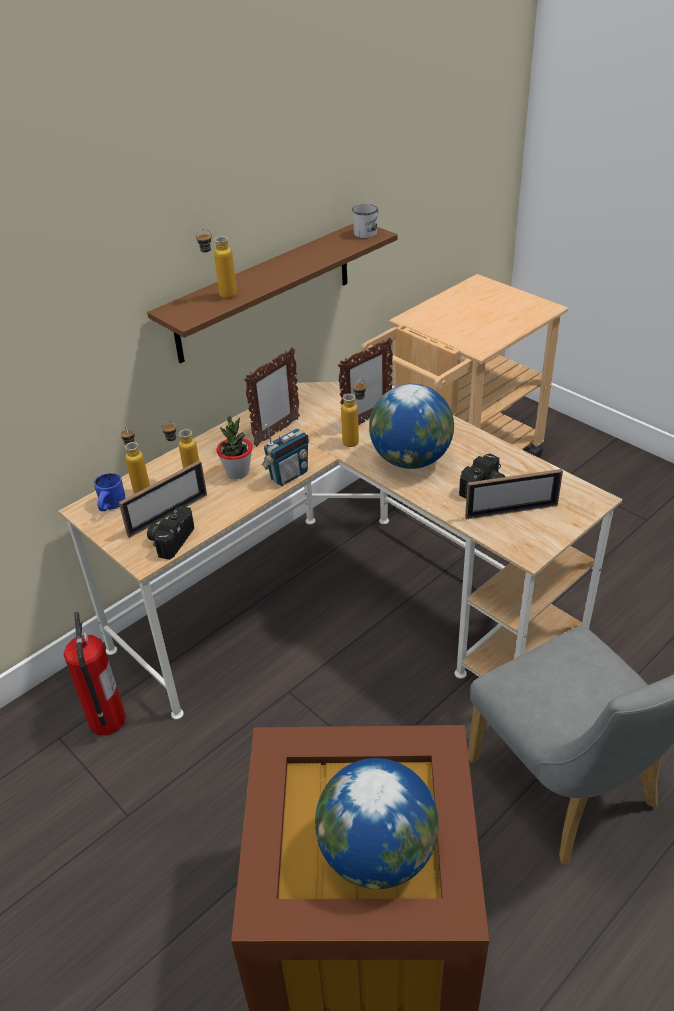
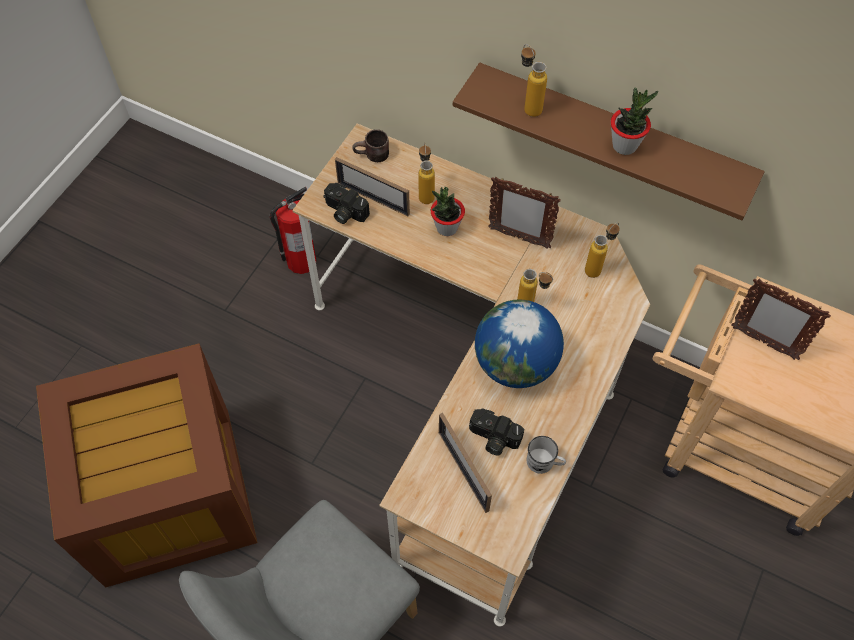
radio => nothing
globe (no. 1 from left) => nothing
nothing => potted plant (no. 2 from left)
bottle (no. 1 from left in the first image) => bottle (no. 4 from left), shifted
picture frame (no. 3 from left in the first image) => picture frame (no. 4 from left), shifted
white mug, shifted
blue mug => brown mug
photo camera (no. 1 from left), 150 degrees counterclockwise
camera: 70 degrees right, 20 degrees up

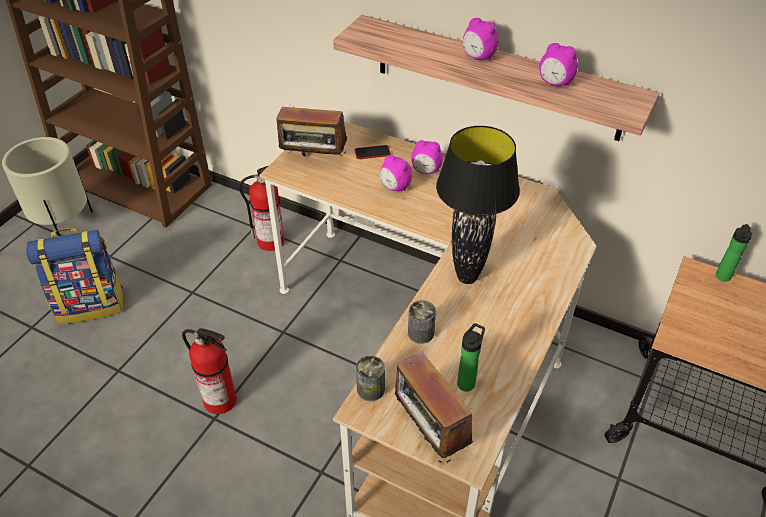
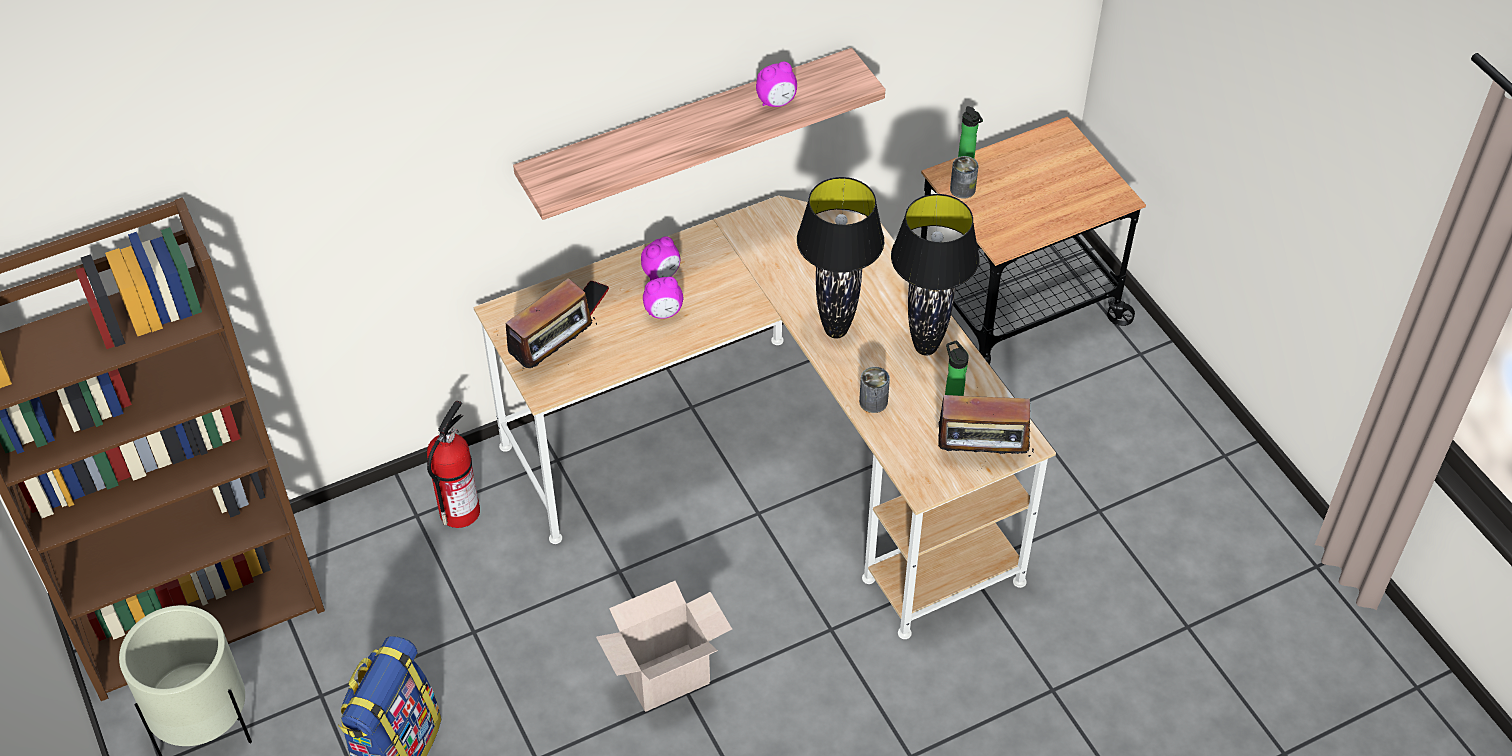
alarm clock (no. 3 from left) => nothing
nothing => black table lamp (no. 2 from left)
can (no. 1 from left in the first image) => can (no. 2 from left), shifted
fire extinguisher (no. 1 from left) => cardboard box
camera: 55 degrees left, 5 degrees up

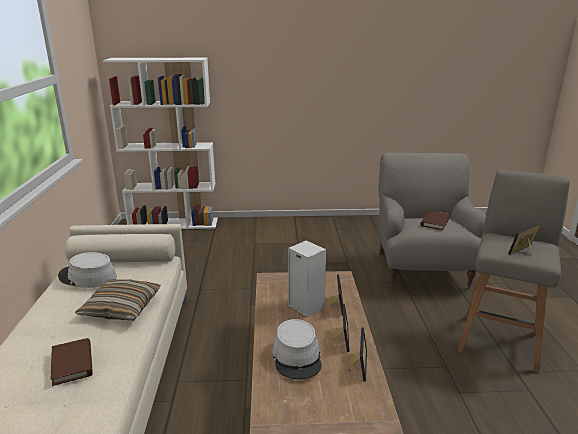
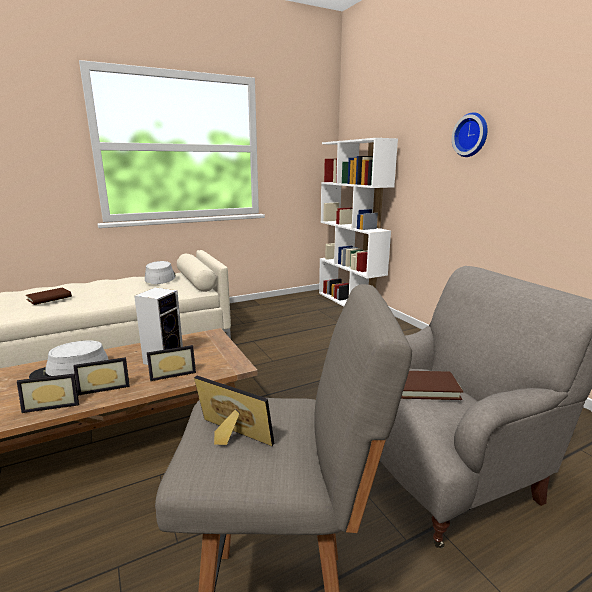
pillow => nothing
nothing => wall clock
camera: 65 degrees right, 5 degrees down

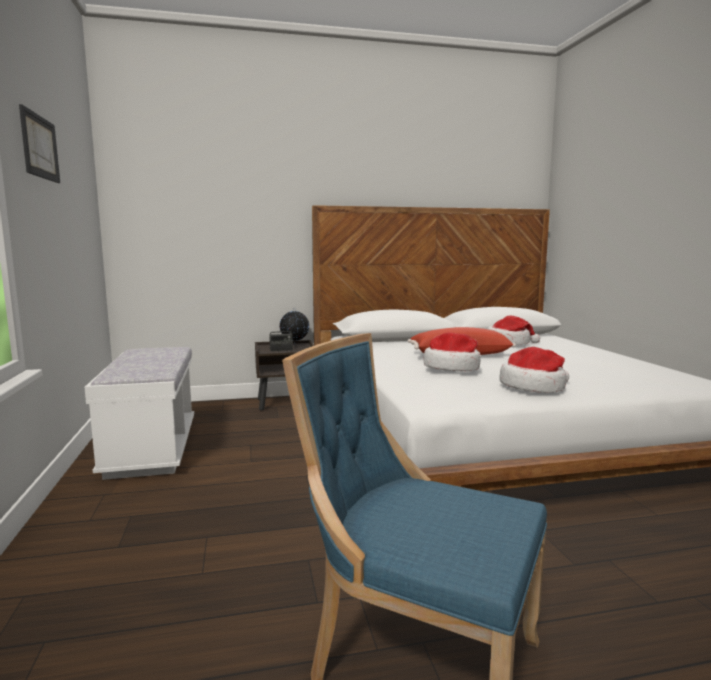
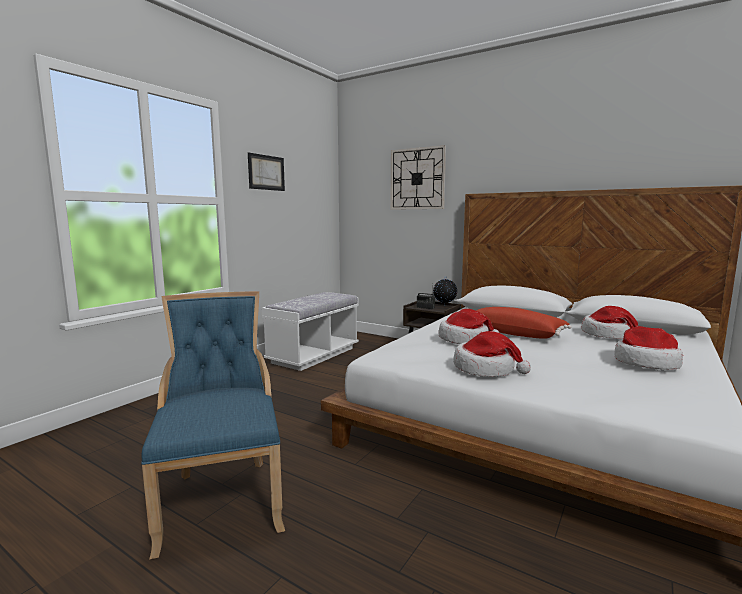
nothing => wall clock
nothing => hat (no. 4 from left)
camera: 45 degrees right, 0 degrees up

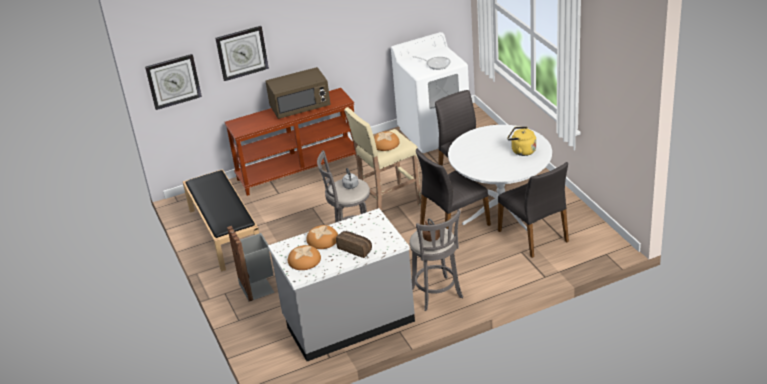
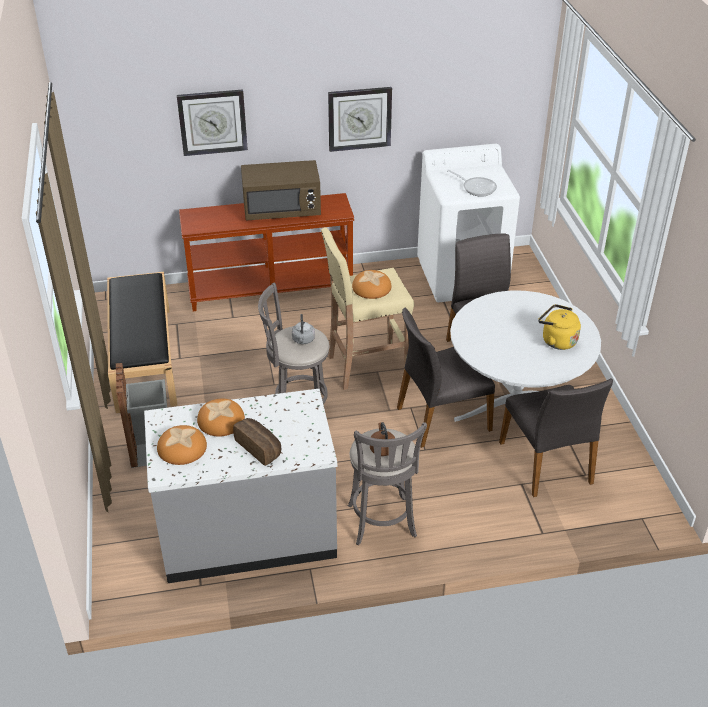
wall clock (no. 1 from left in the first image) => wall clock (no. 2 from left), shifted
camera: 10 degrees right, 5 degrees up

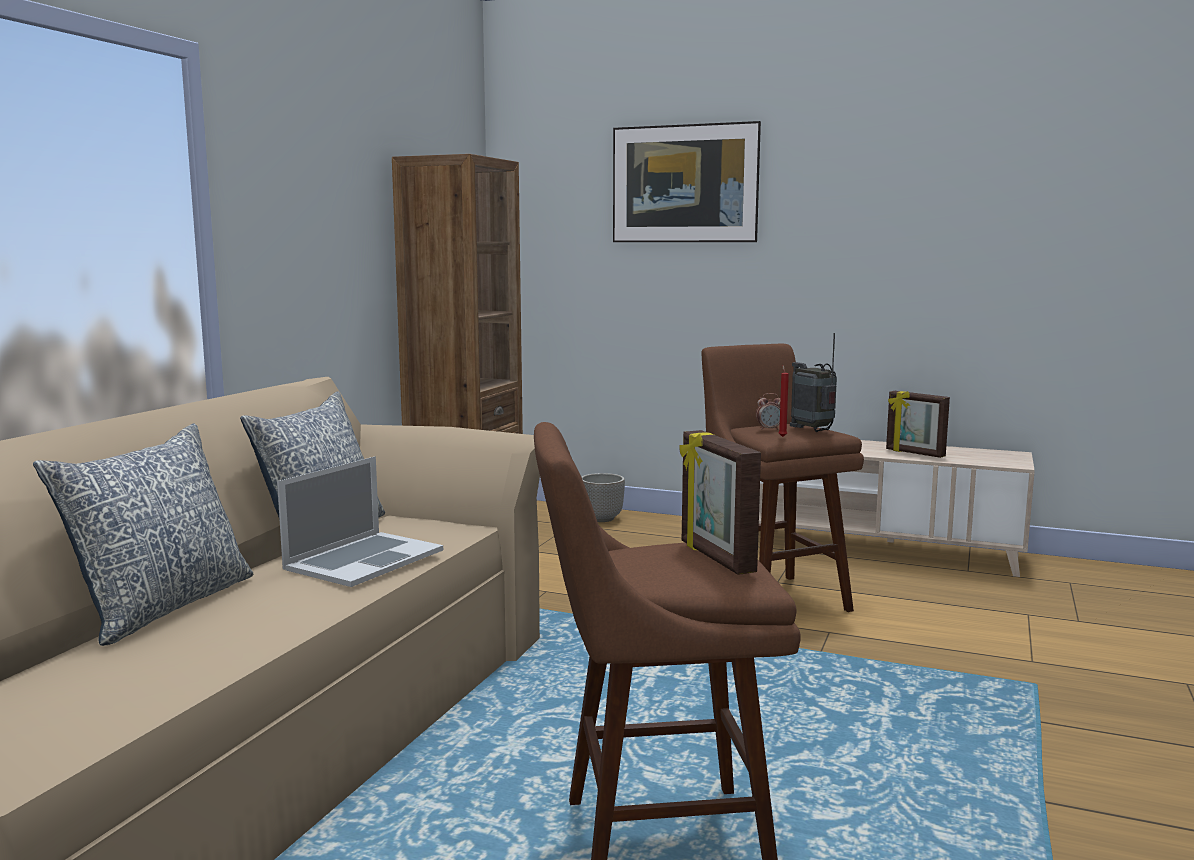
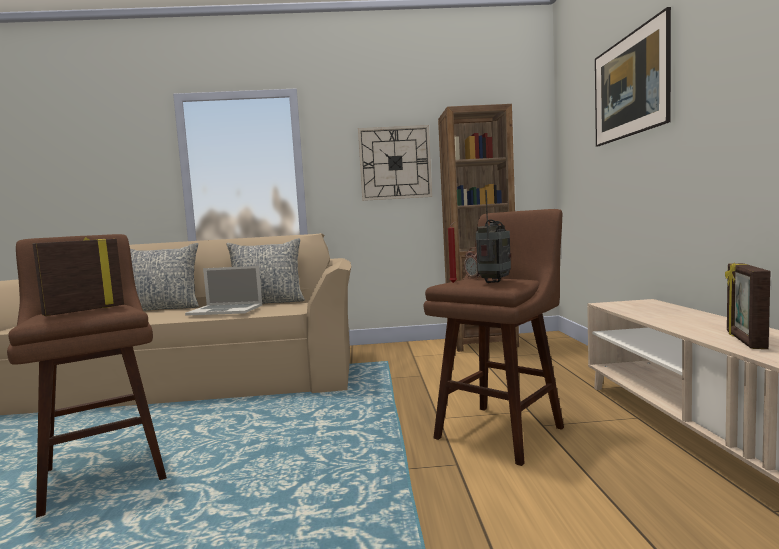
planter => nothing
nothing => wall clock
camera: 65 degrees right, 5 degrees down

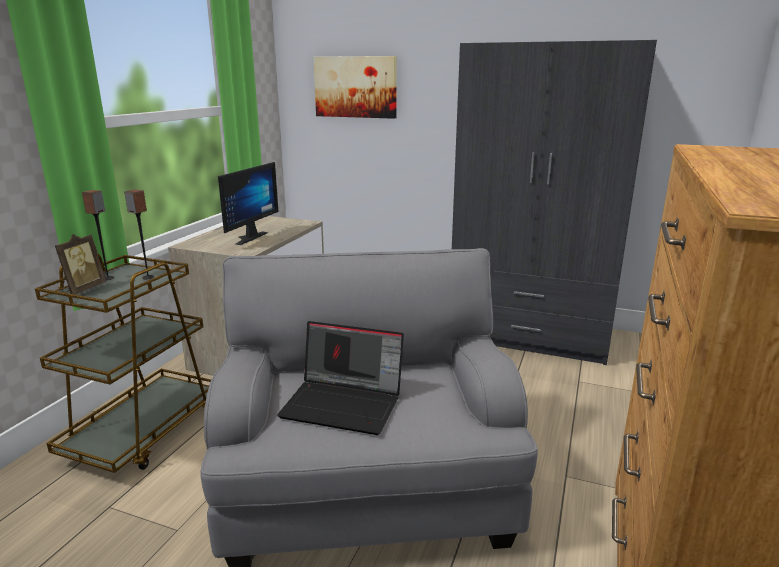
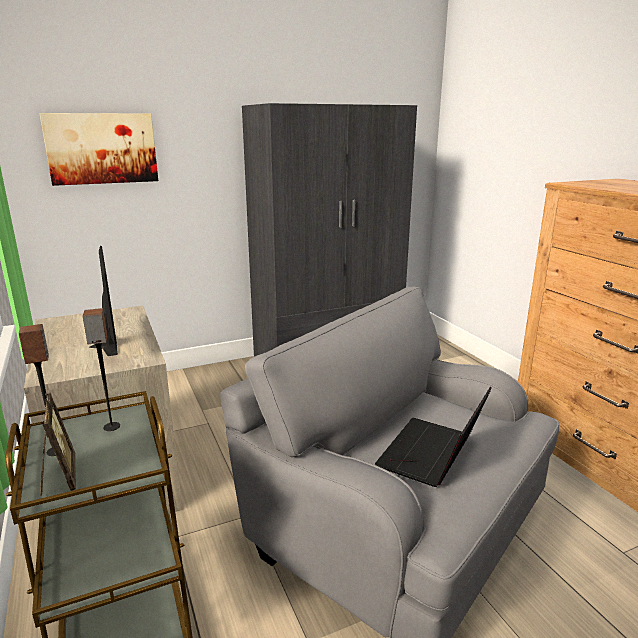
laptop, 150 degrees clockwise
camera: 45 degrees left, 0 degrees up

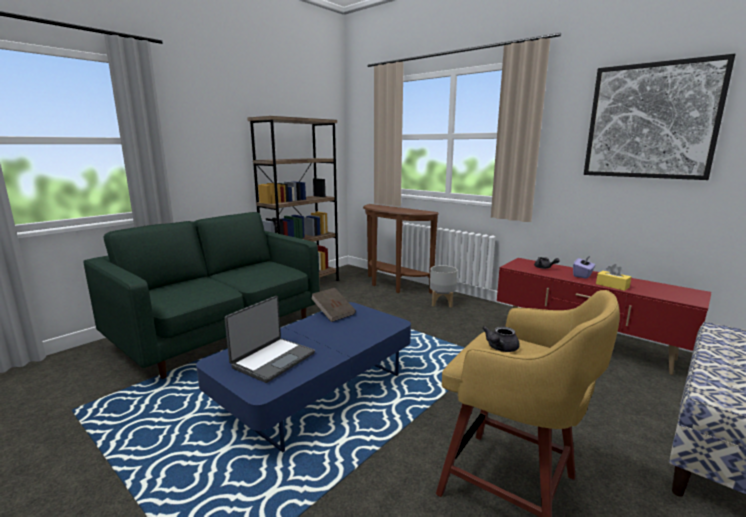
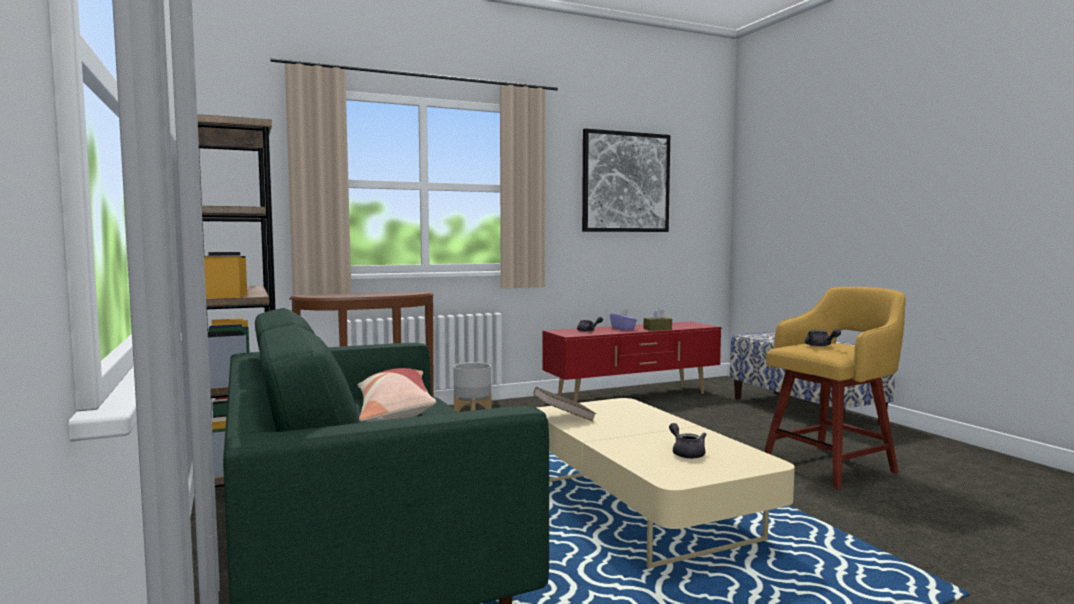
nothing => pillow
laptop => grey teapot (no. 2 from left)
blue coffee table => beige coffee table
yellow tissue box => brown tissue box
camera: 65 degrees left, 10 degrees down

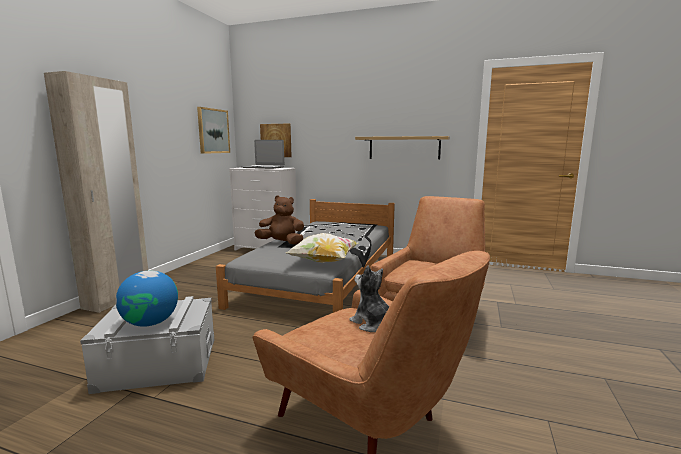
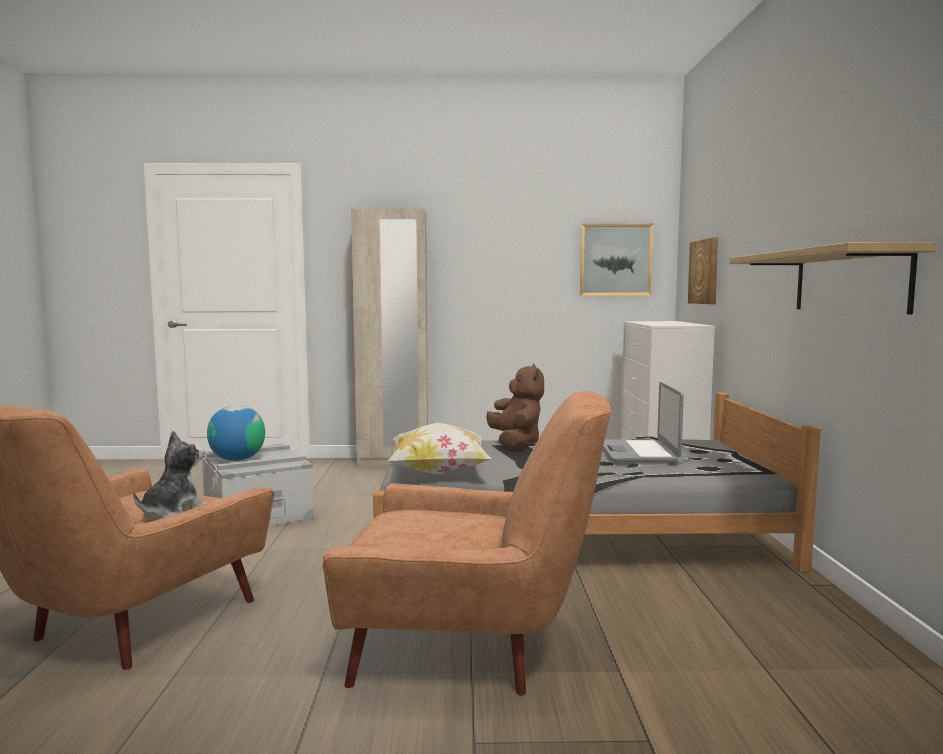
laptop, shifted
camera: 70 degrees right, 5 degrees down

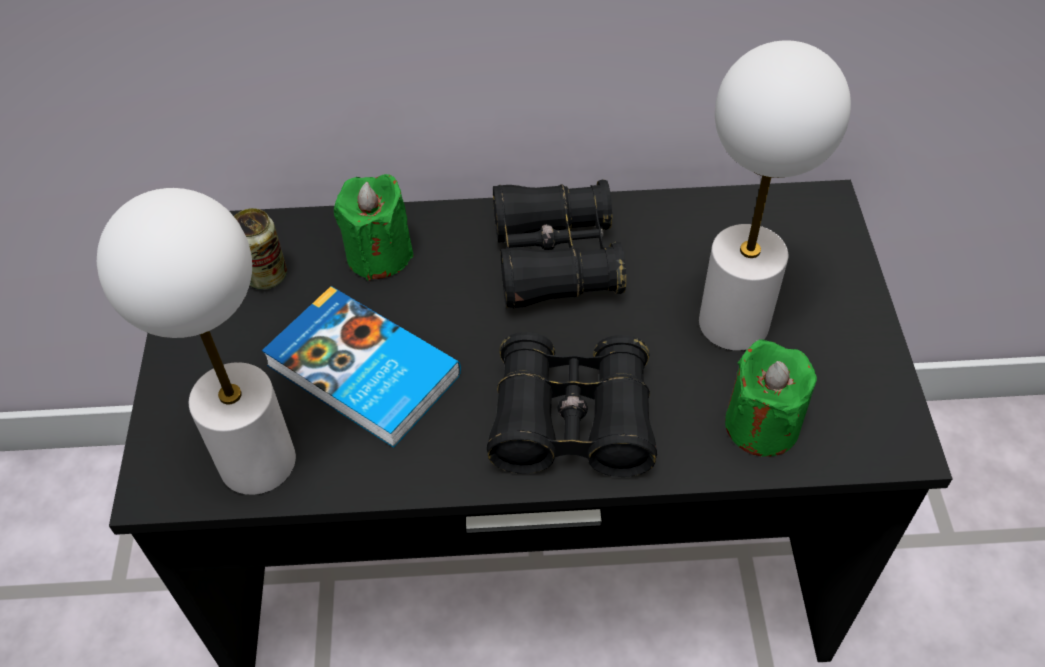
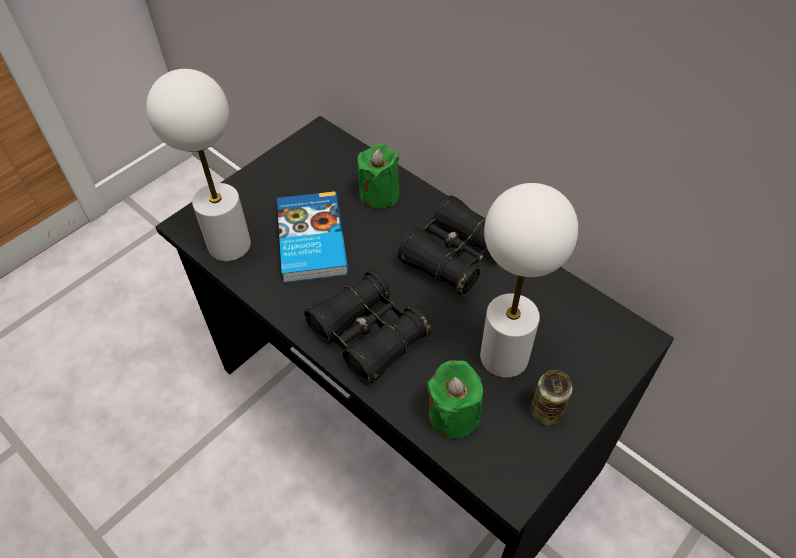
can, shifted
camera: 45 degrees right, 0 degrees up

